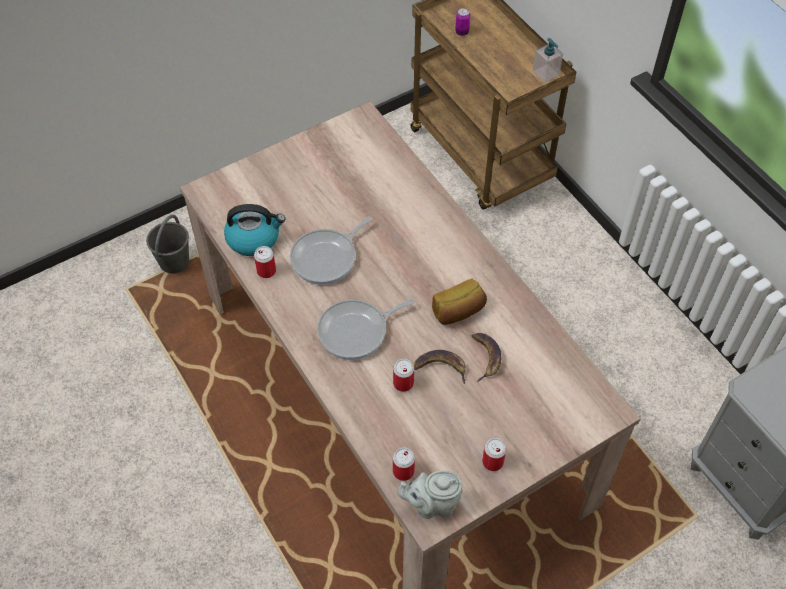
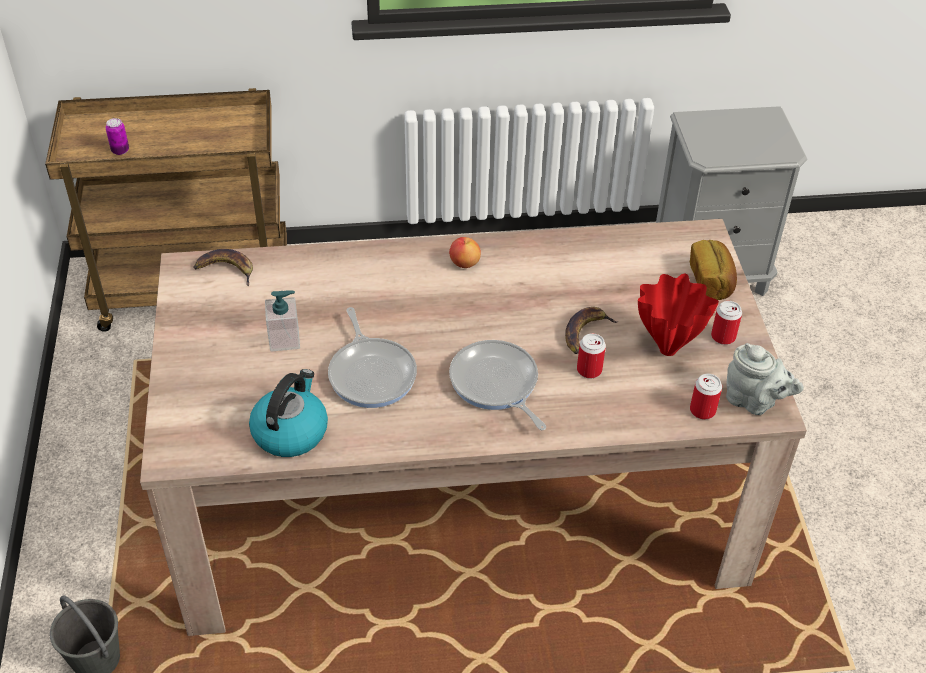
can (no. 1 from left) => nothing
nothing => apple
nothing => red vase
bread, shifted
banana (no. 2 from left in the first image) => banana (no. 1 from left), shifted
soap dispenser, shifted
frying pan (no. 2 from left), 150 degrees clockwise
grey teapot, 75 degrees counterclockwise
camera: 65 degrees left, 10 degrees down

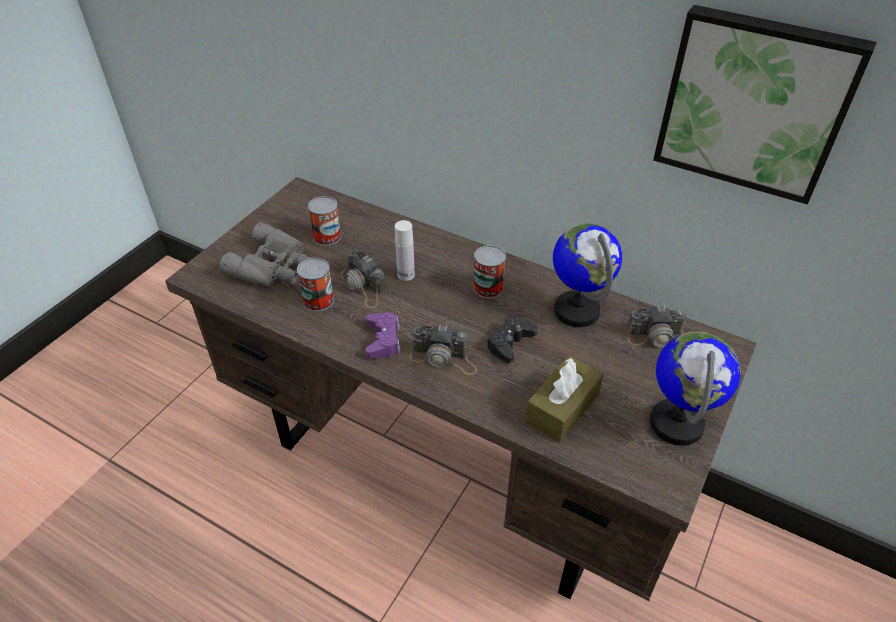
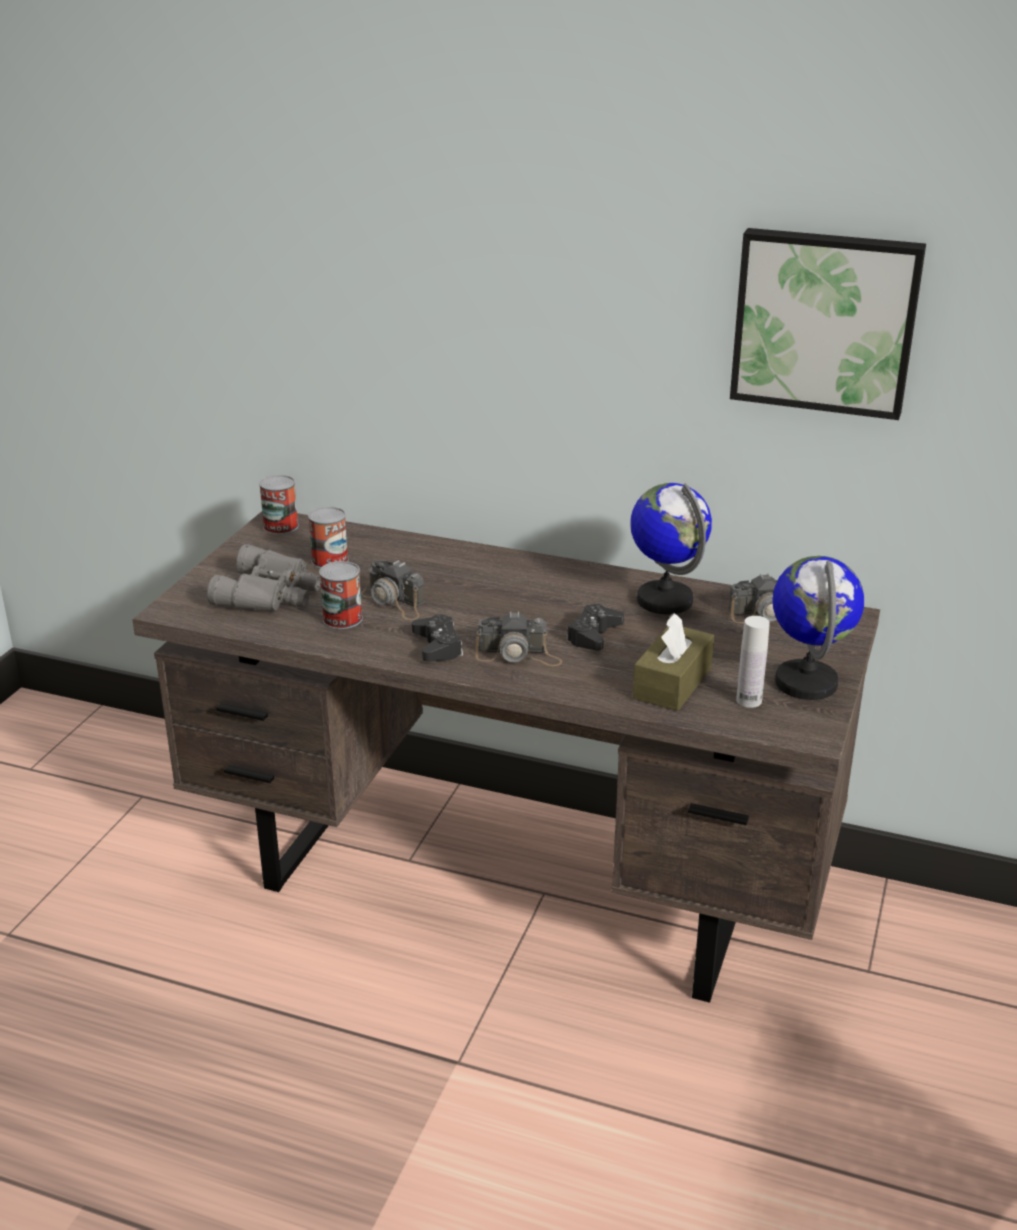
white bottle, shifted
can (no. 3 from left in the first image) => can (no. 1 from left), shifted
purple game controller => black game controller (no. 1 from left)
camera: 10 degrees left, 15 degrees down

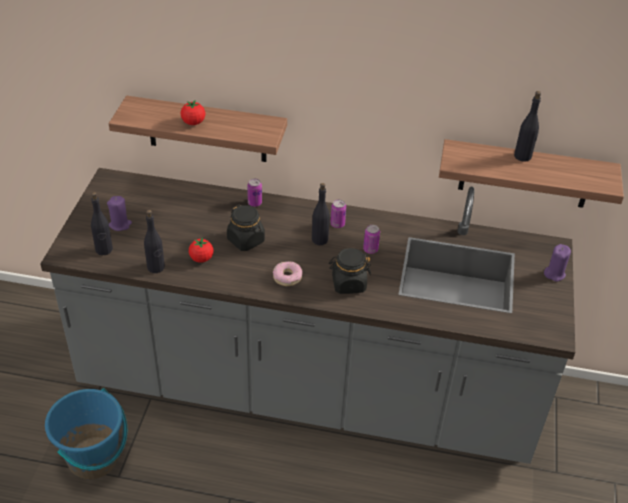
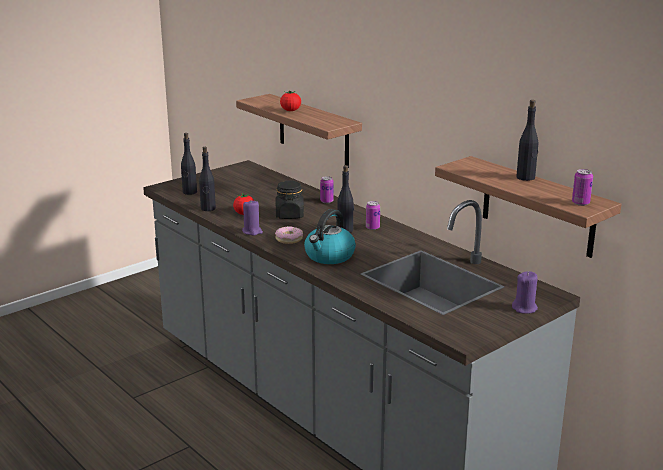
blue bucket => nothing
purple candle (no. 1 from left), shifted
can (no. 3 from left), shifted
black jar (no. 2 from left) => kettle
camera: 40 degrees right, 20 degrees down

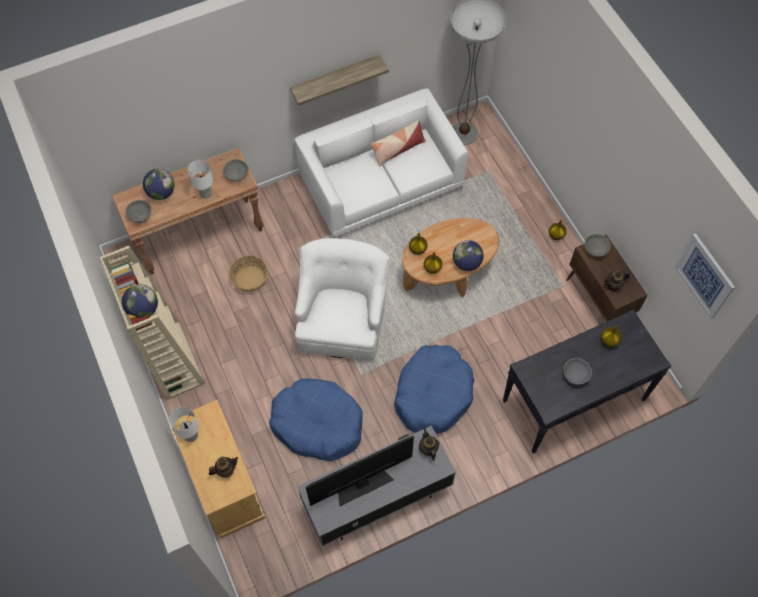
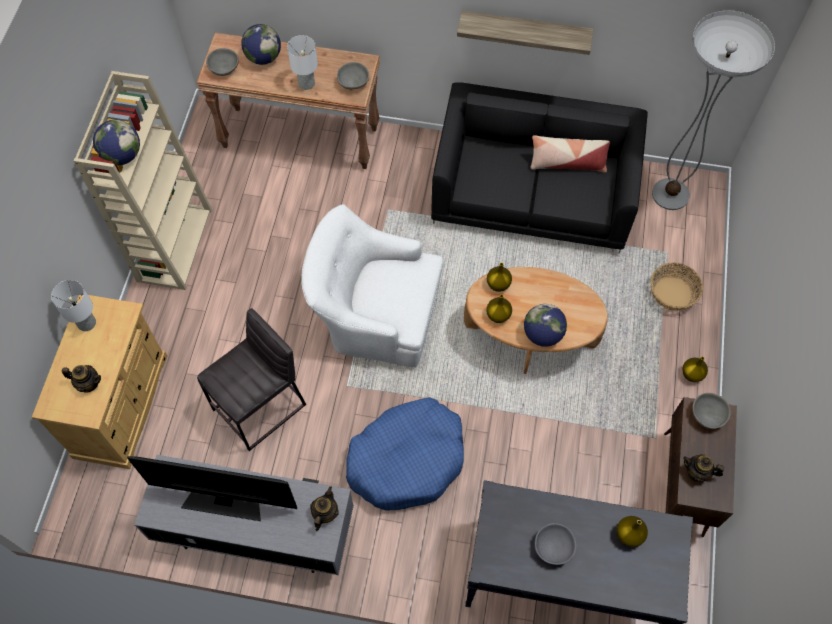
picture => nothing
basket, shifted
blue dog bed (no. 1 from left) => grey stool
white sofa => black sofa
white armchair, 120 degrees counterclockwise
camera: 35 degrees right, 0 degrees up

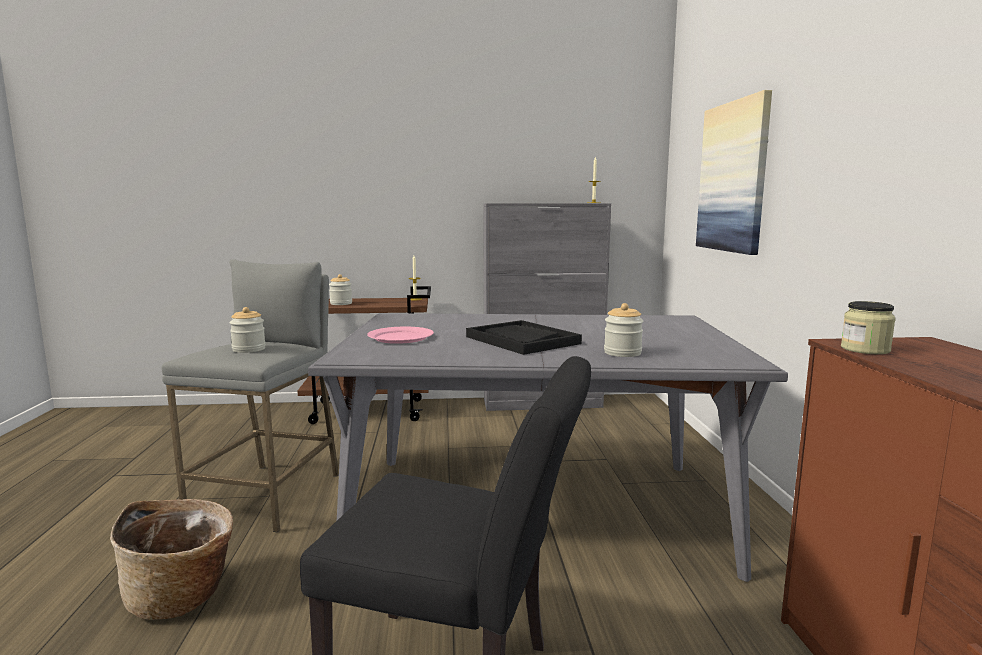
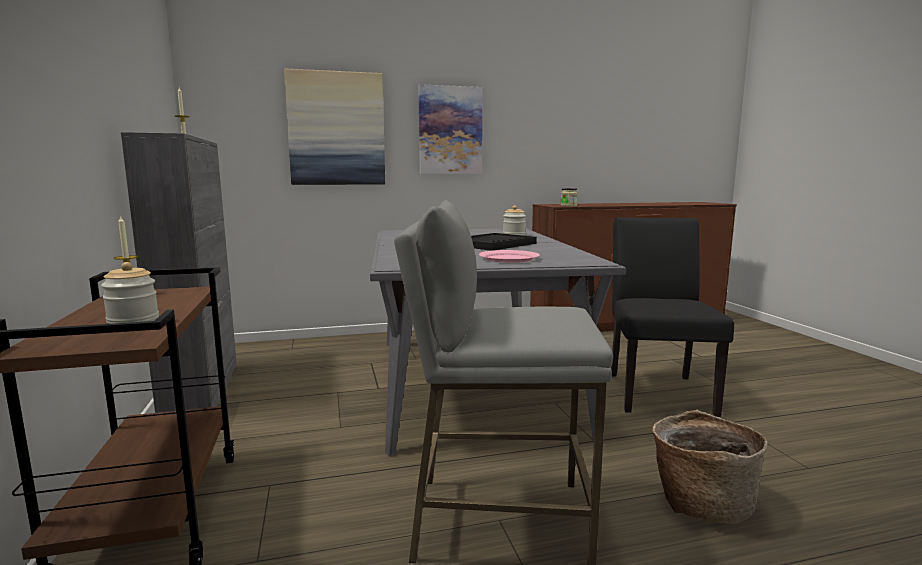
jar (no. 1 from left) => nothing
nothing => picture (no. 2 from left)
camera: 100 degrees left, 0 degrees up

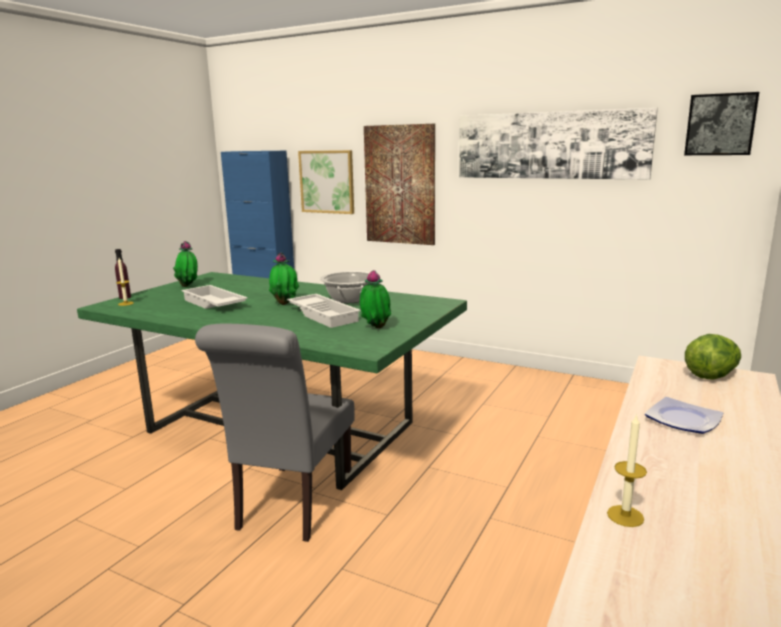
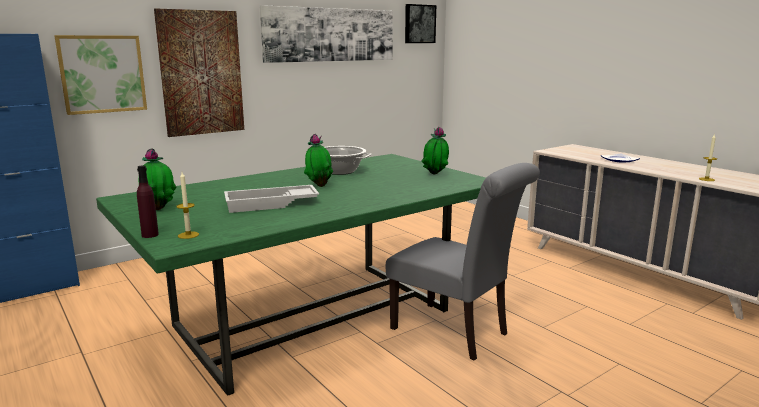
white tray (no. 2 from left) => nothing
lettuce => nothing
camera: 65 degrees left, 0 degrees up

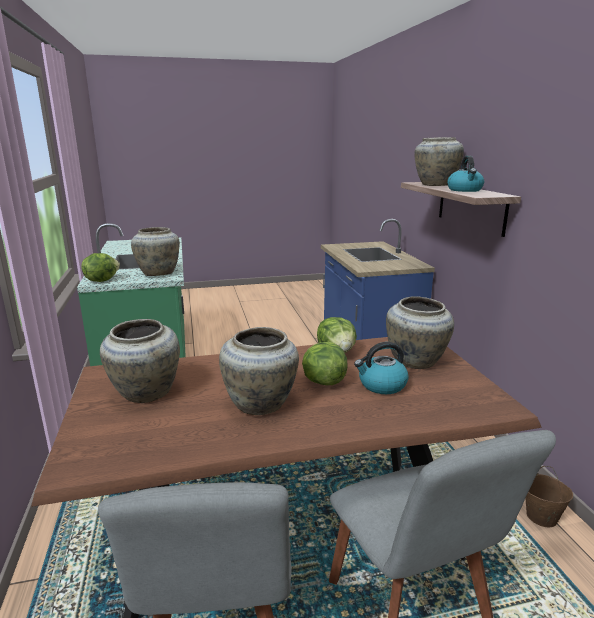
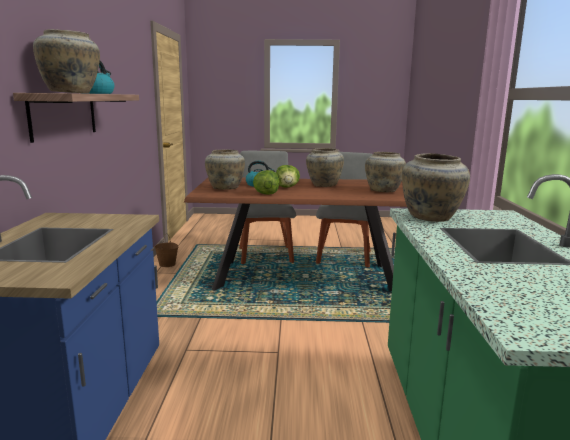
lettuce (no. 1 from left) => nothing
camera: 165 degrees left, 5 degrees down

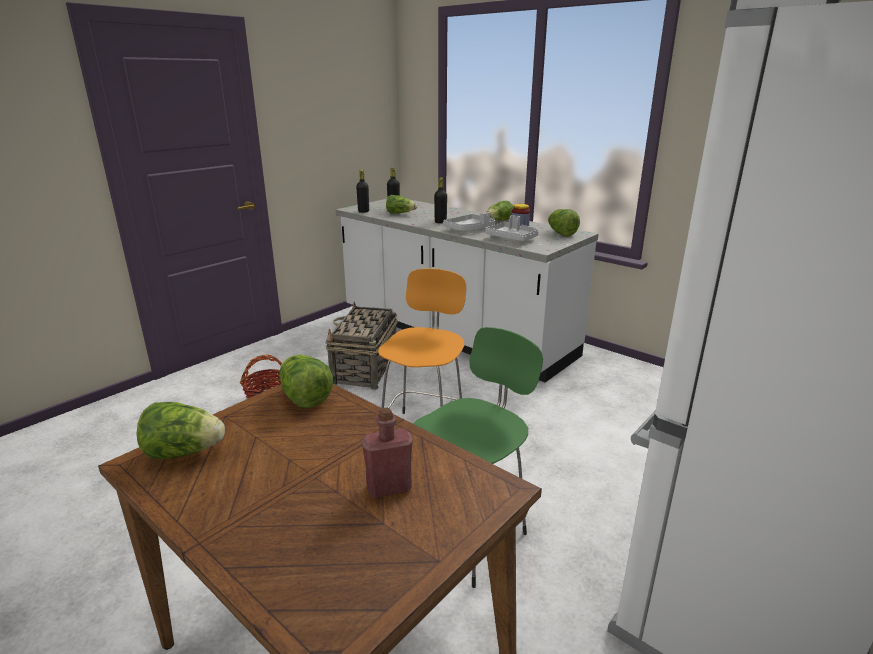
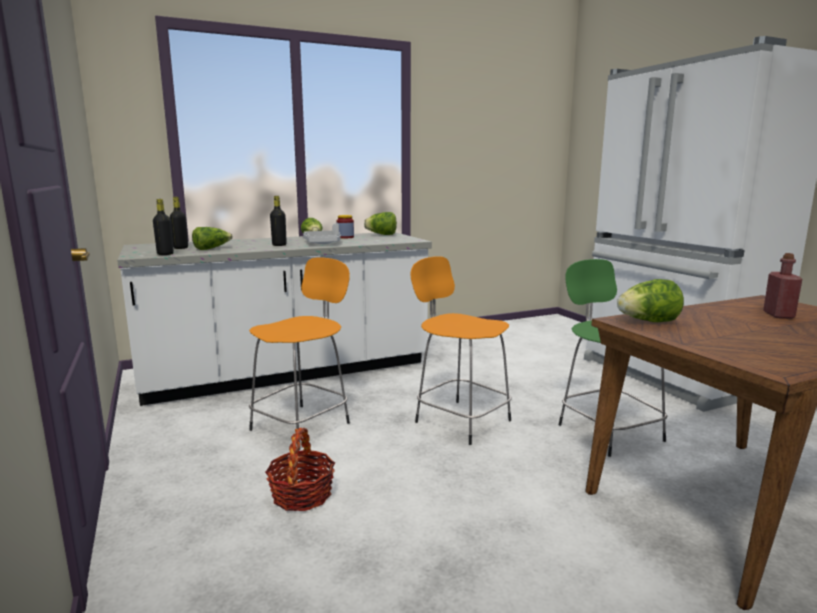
lettuce (no. 1 from left) => nothing
grey tray (no. 2 from left) => nothing
basket (no. 2 from left) => orange stool (no. 1 from left)
camera: 65 degrees left, 10 degrees down

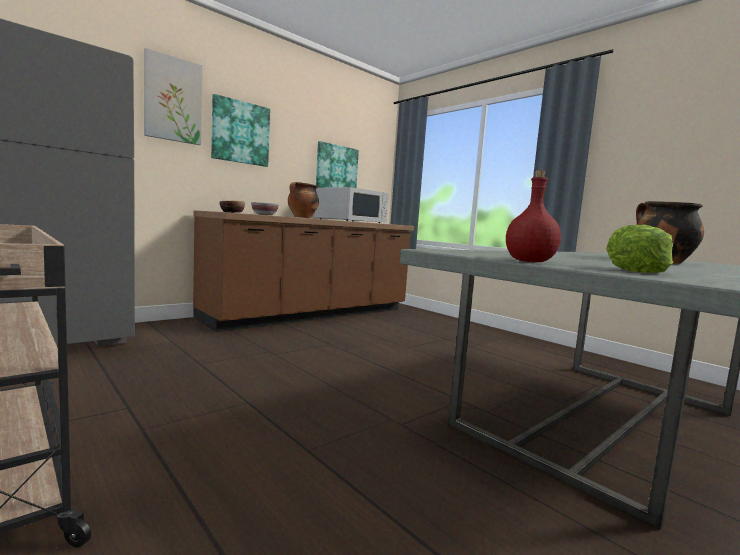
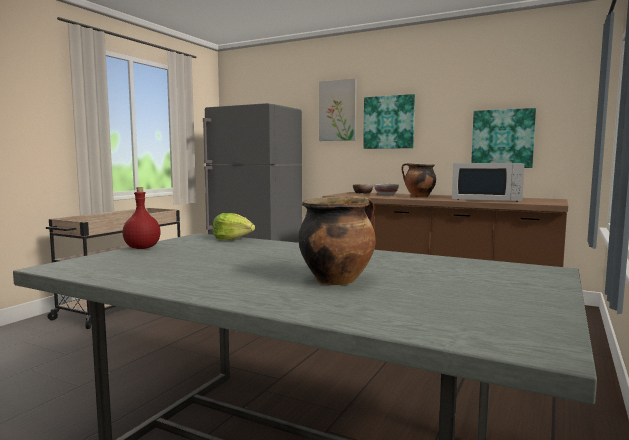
lettuce, shifted
camera: 70 degrees right, 0 degrees up

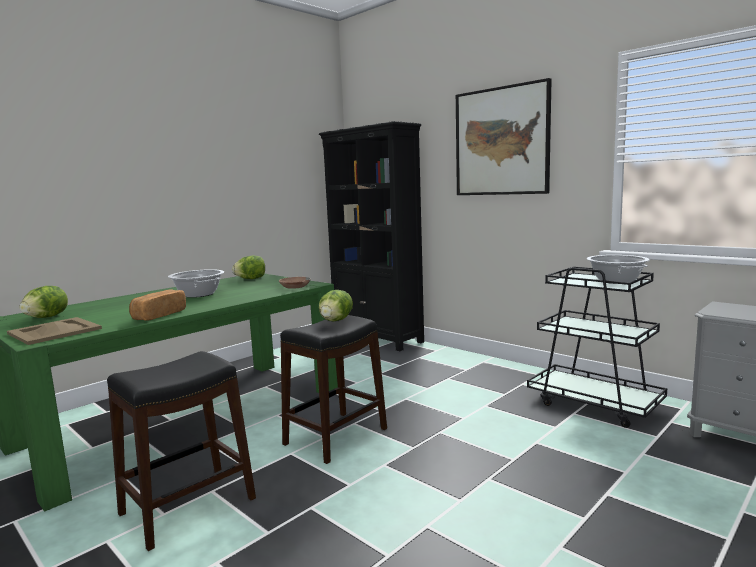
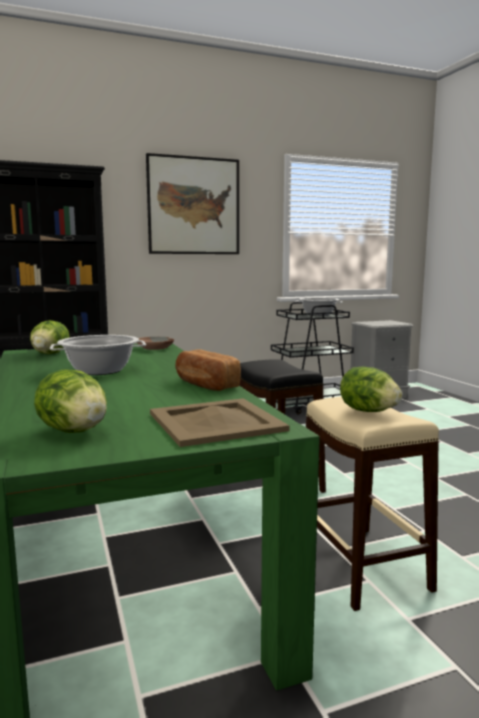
lettuce (no. 3 from left), shifted
black stool (no. 1 from left) => beige stool
camera: 65 degrees left, 0 degrees up

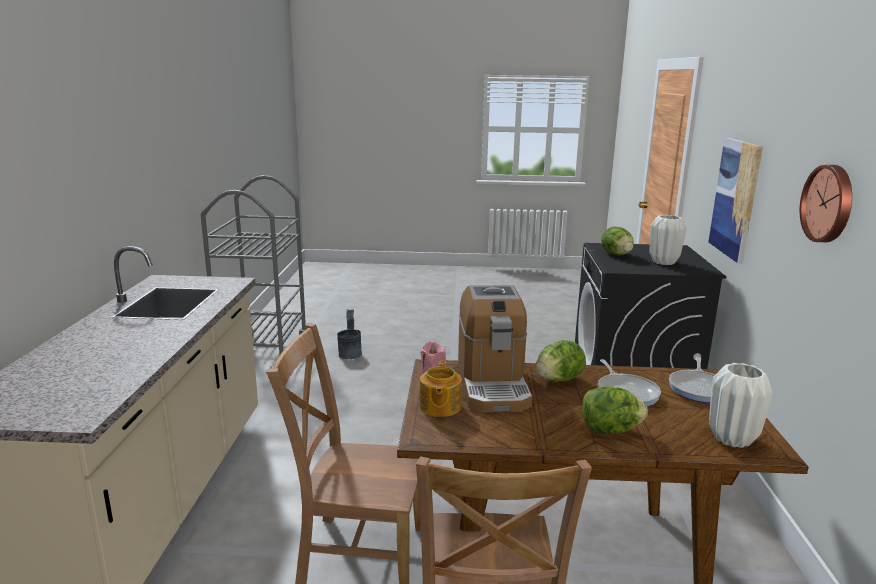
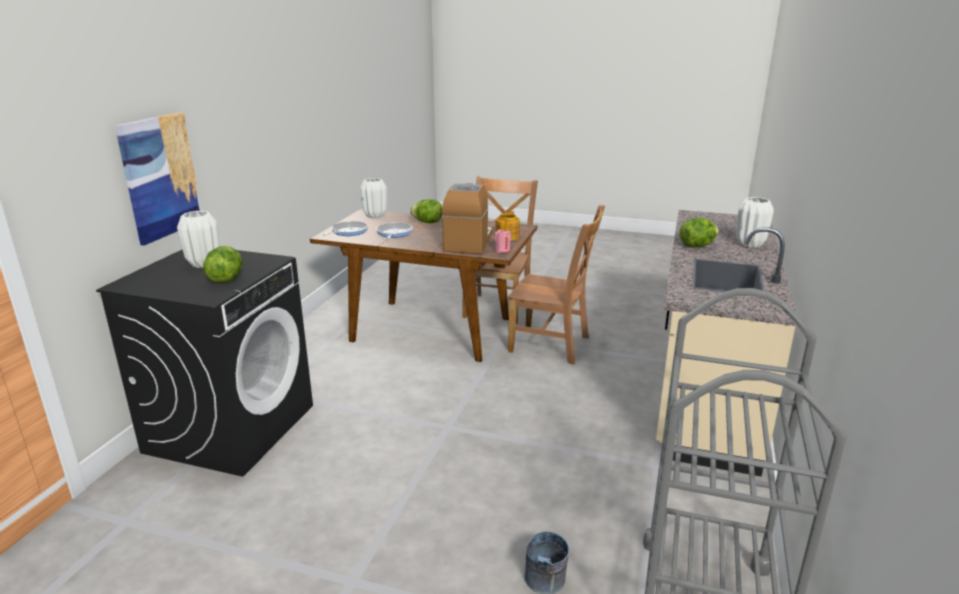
wall clock => nothing
nothing => white vase (no. 3 from left)
lettuce (no. 1 from left in the first image) => lettuce (no. 3 from left), shifted
camera: 165 degrees left, 5 degrees up

